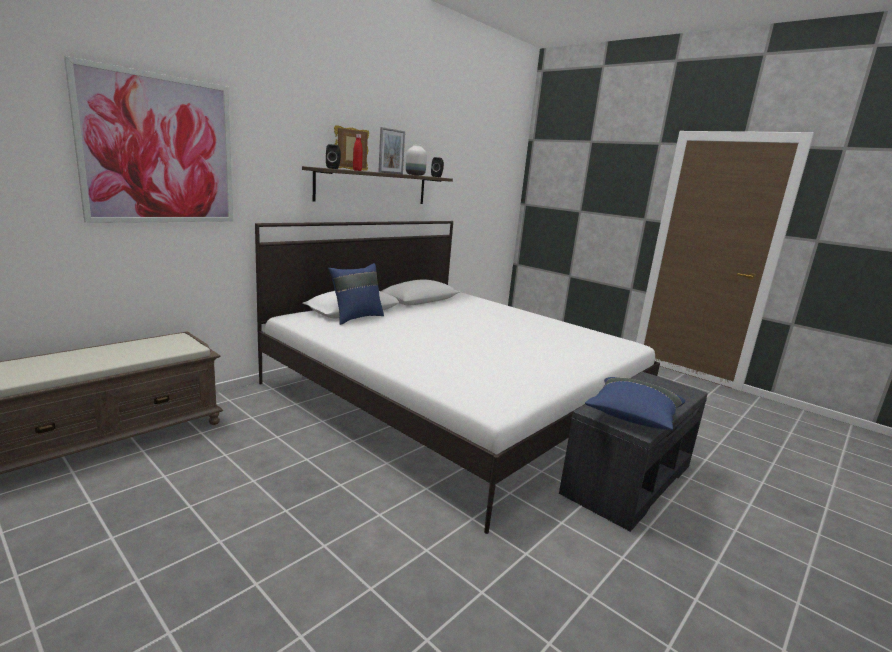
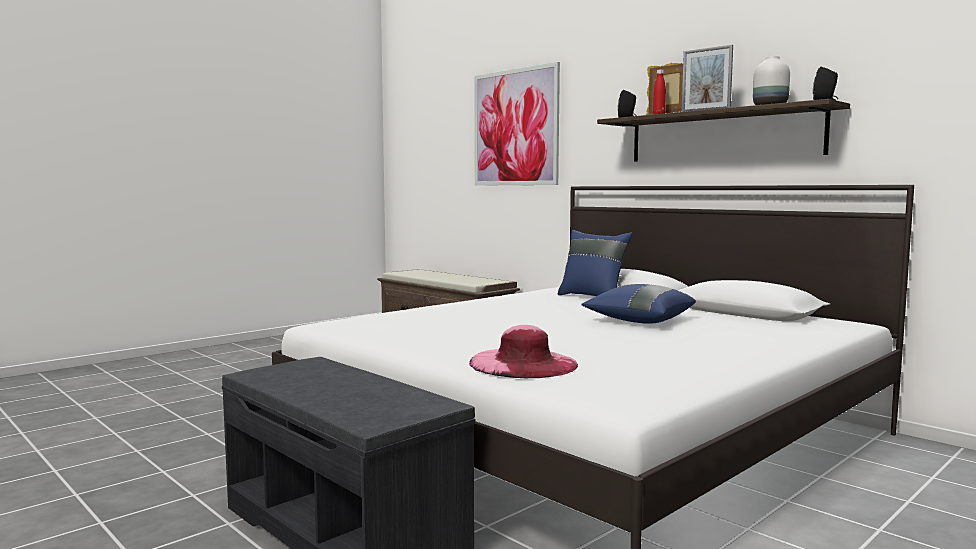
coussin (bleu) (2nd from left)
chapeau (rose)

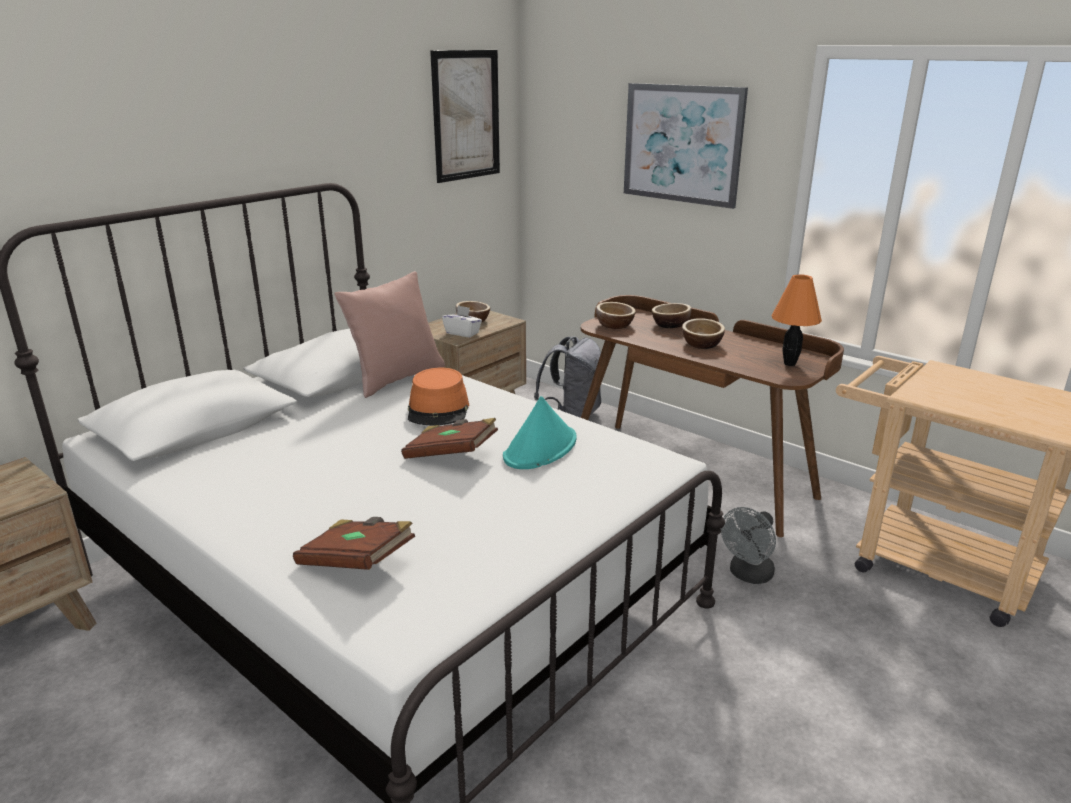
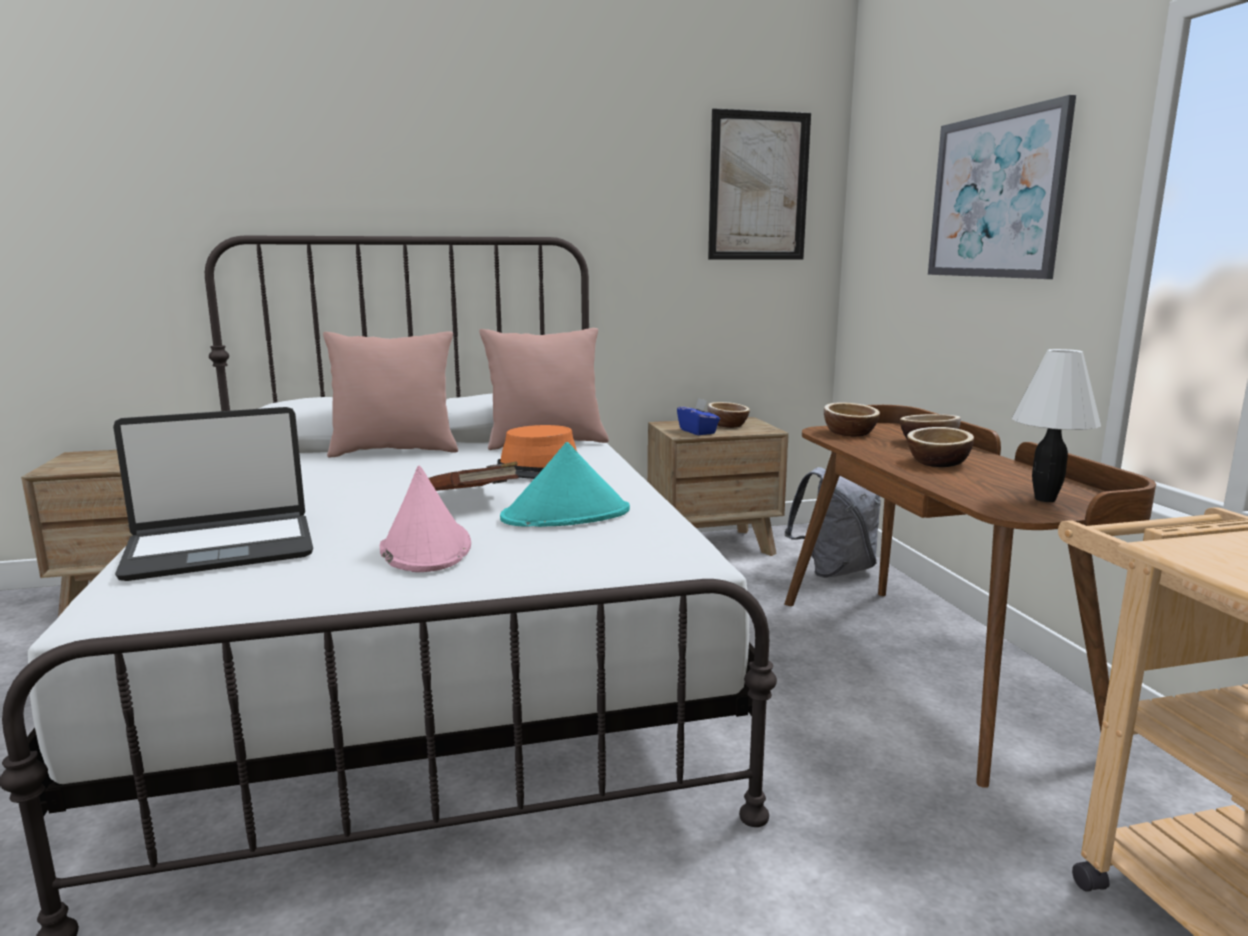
ordinateur portable
boîte à mouchoirs (bleu)
ventilateur (gris)
lampe de table (blanc)
coussin (rose) (1st from left)
chapeau (rose)

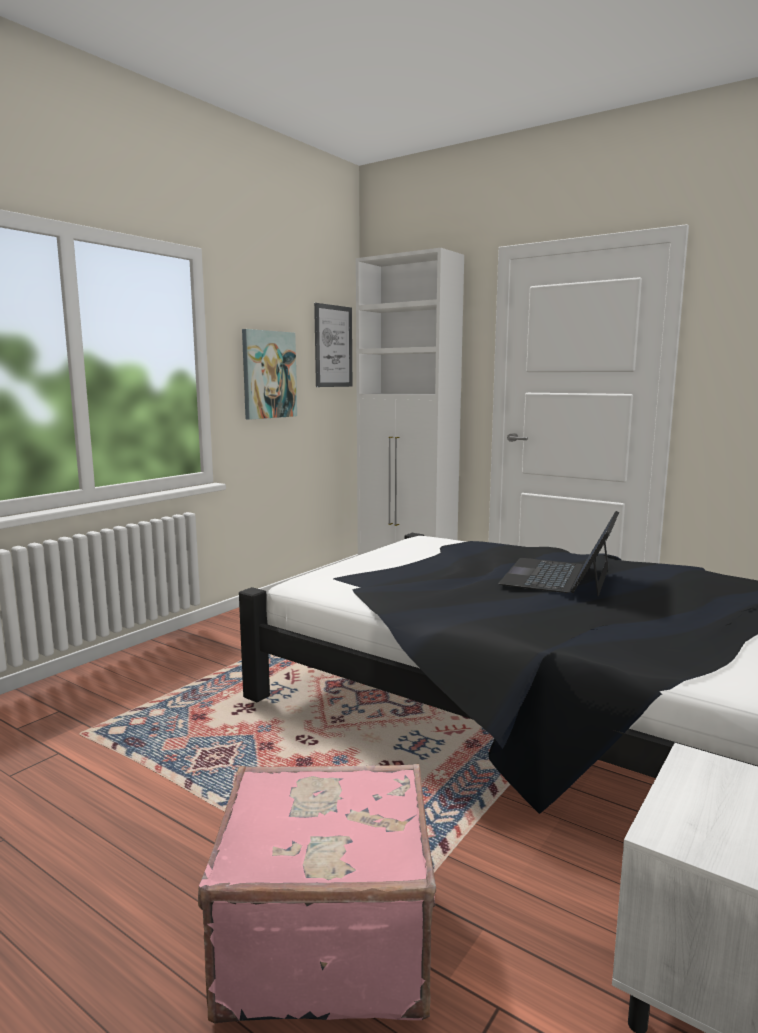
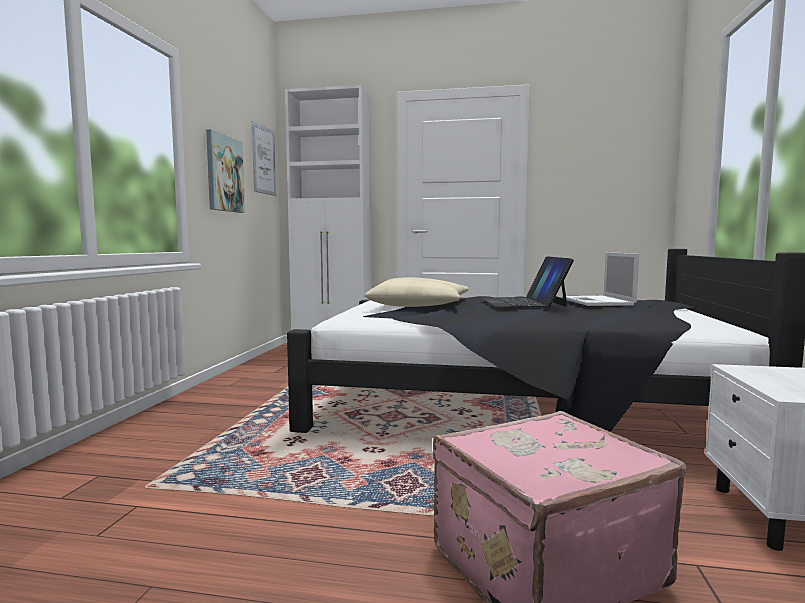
coussin (beige)
ordinateur portable (2nd from left)

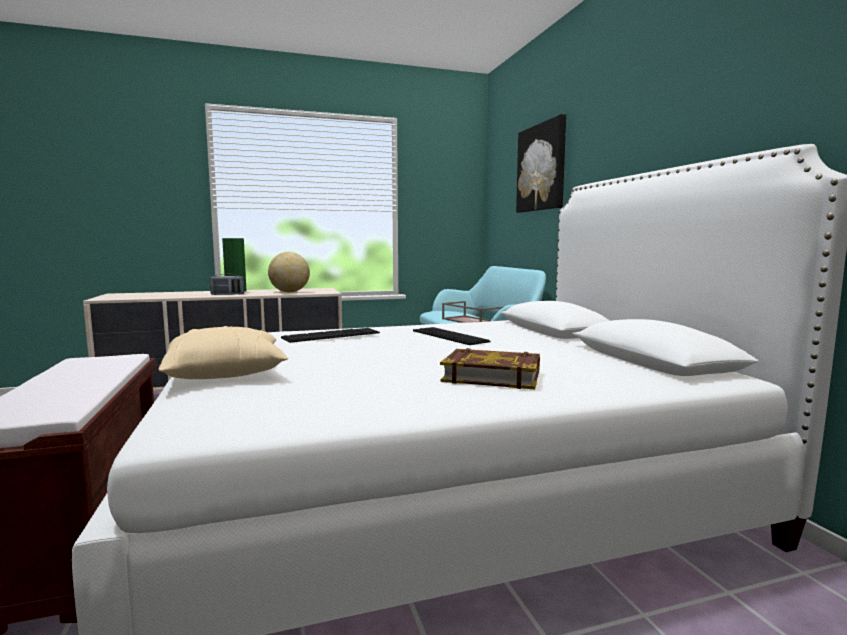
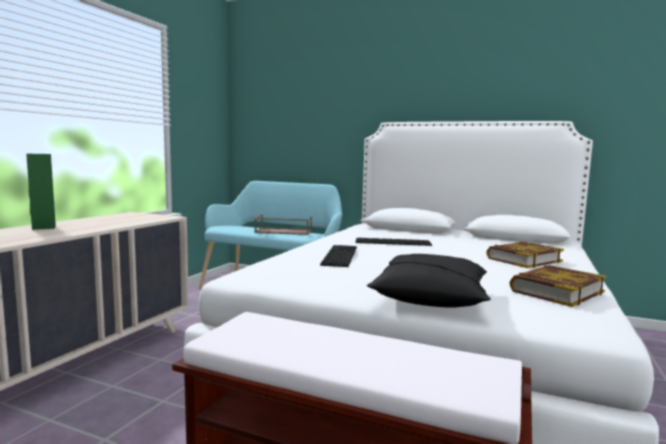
coussin (noir)
radio
globe
tableau
livre (2nd from left)

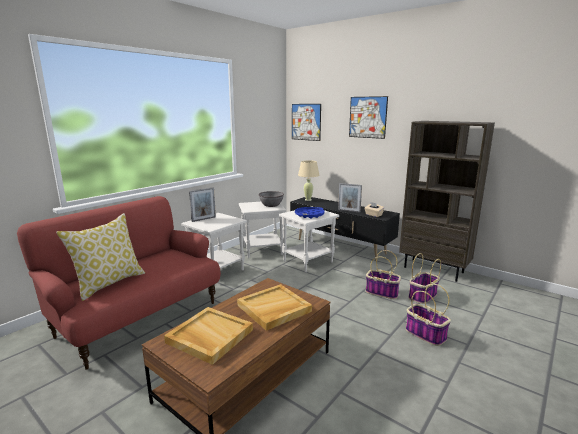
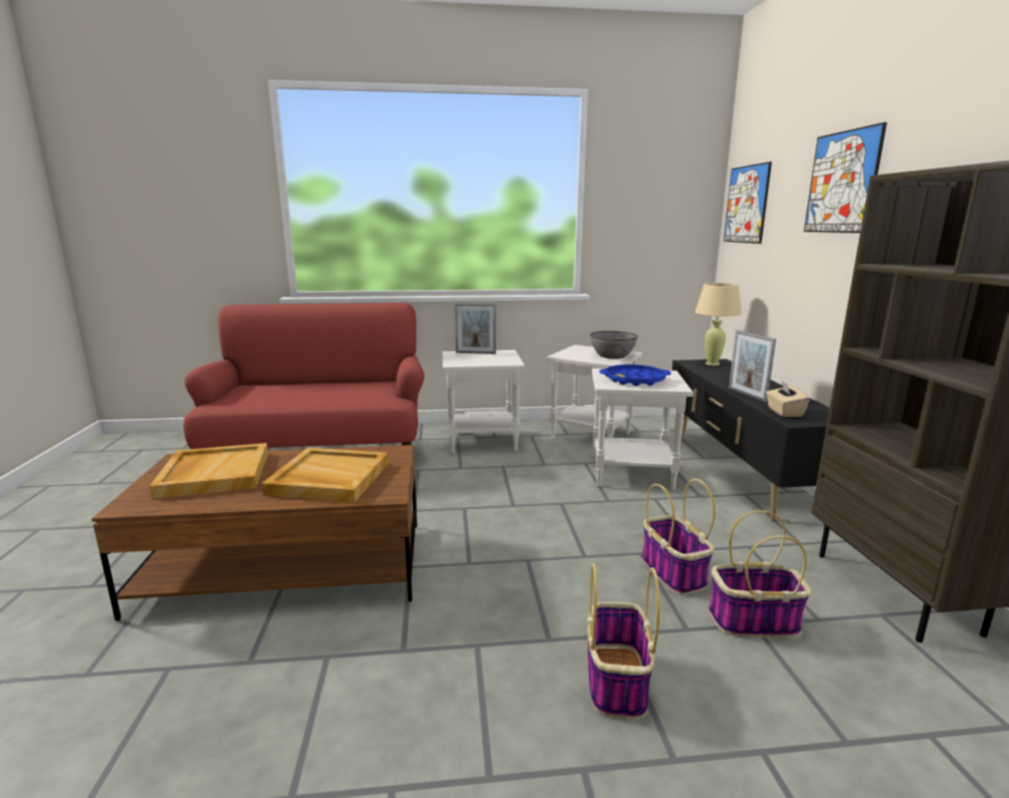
coussin

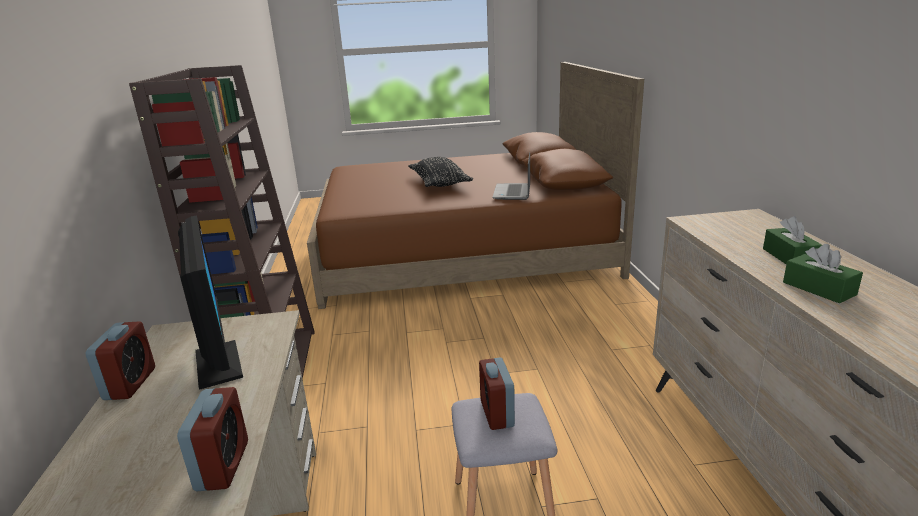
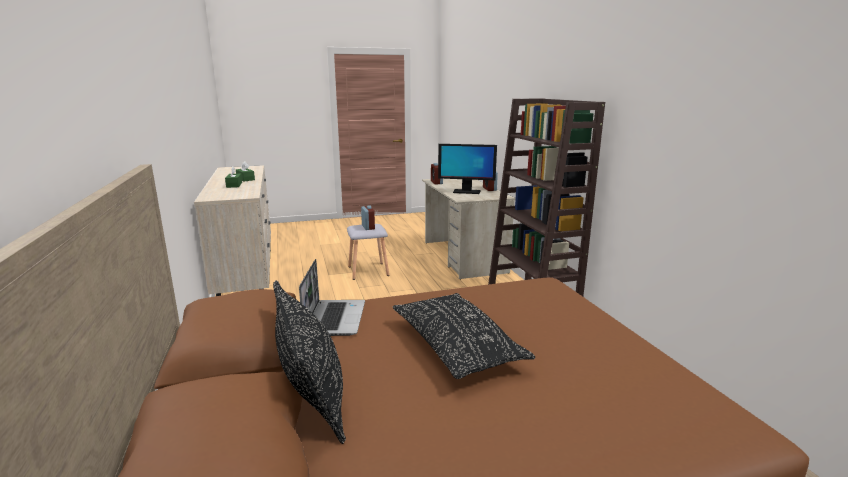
écran d'ordinateur
coussin (noir) (1st from left)

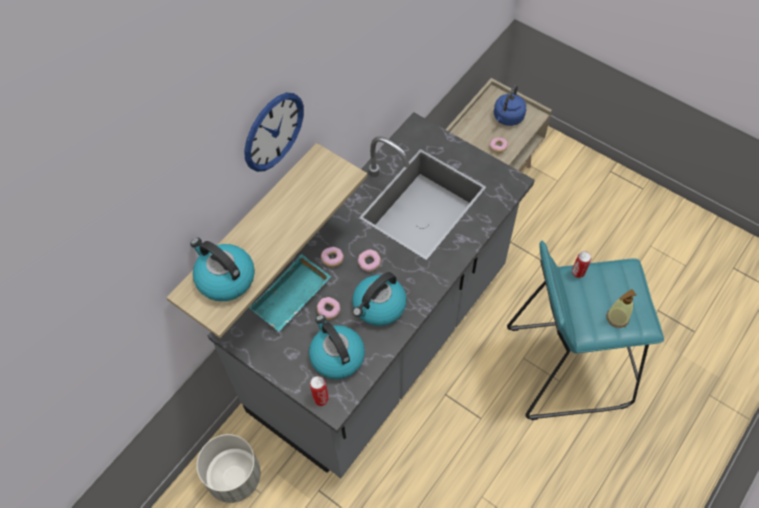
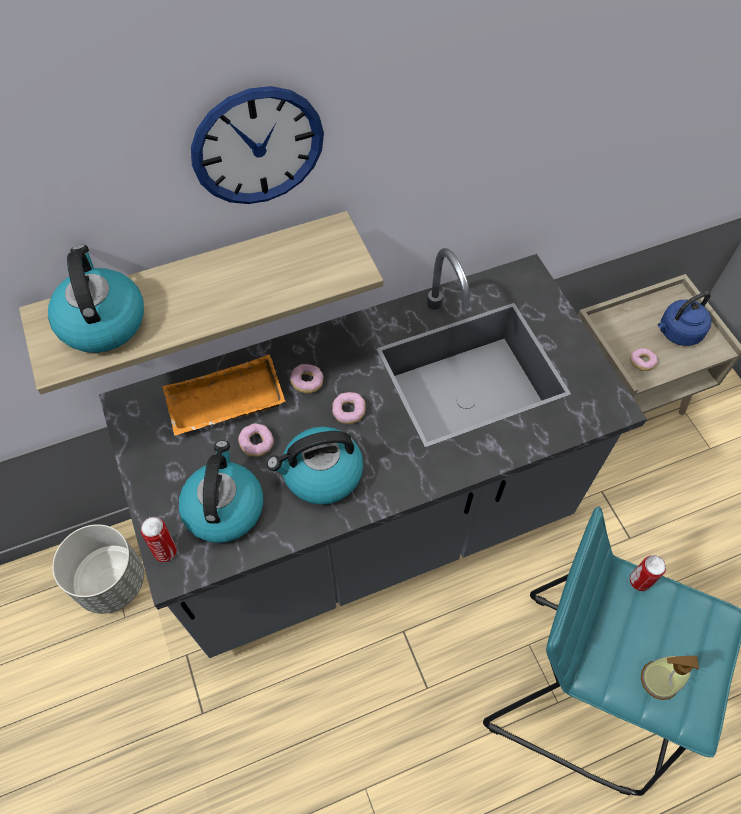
plateau (orange)

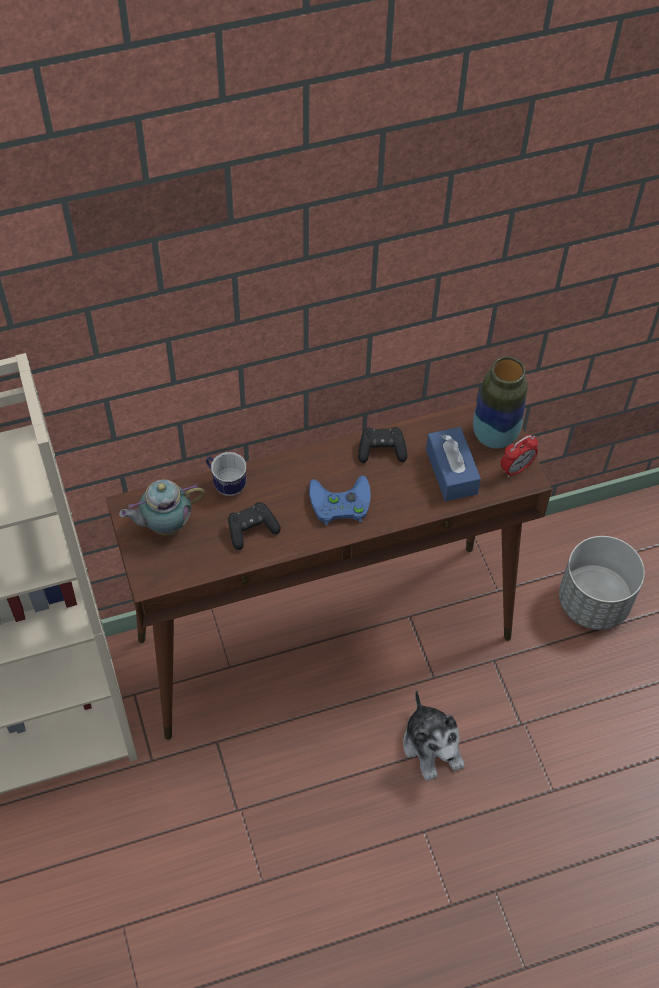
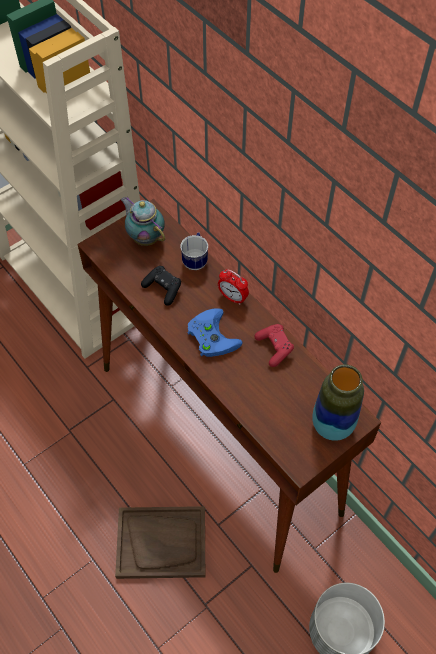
manette (rouge)
plateau (marron)
boîte à mouchoirs (bleu)
réveil

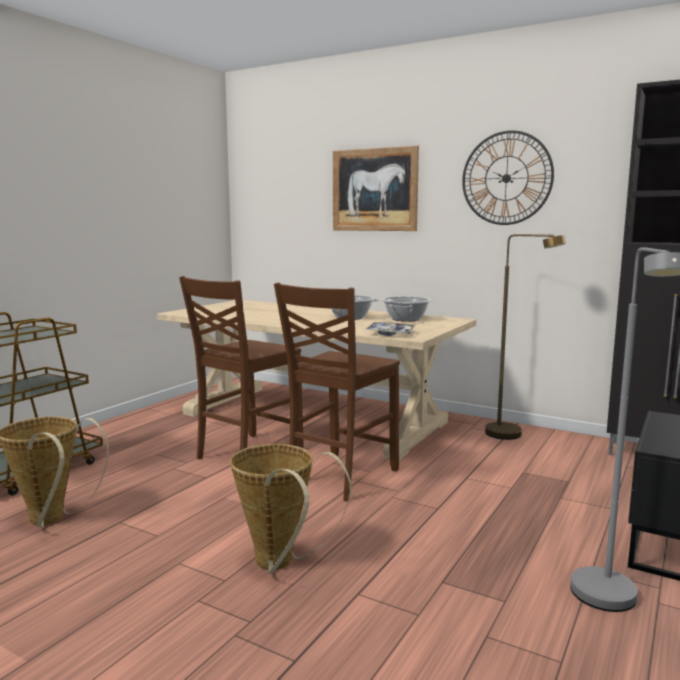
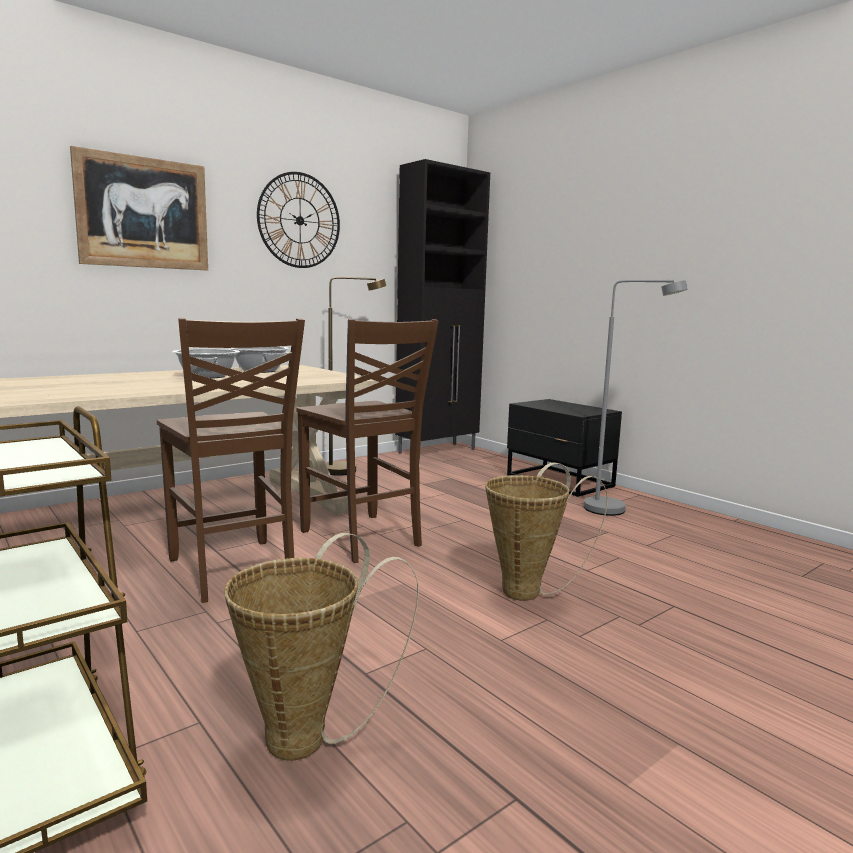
plateau

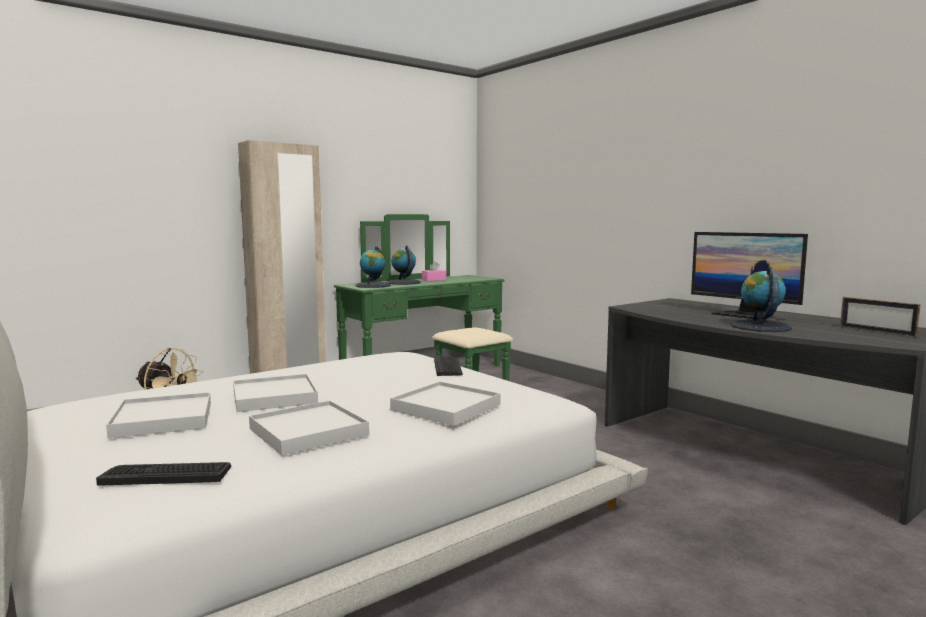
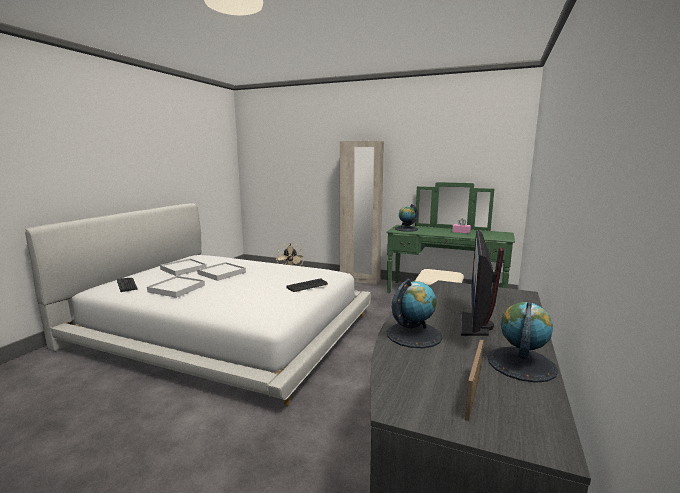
globe (3rd from left)
plateau (blanc) (4th from left in the first image)

